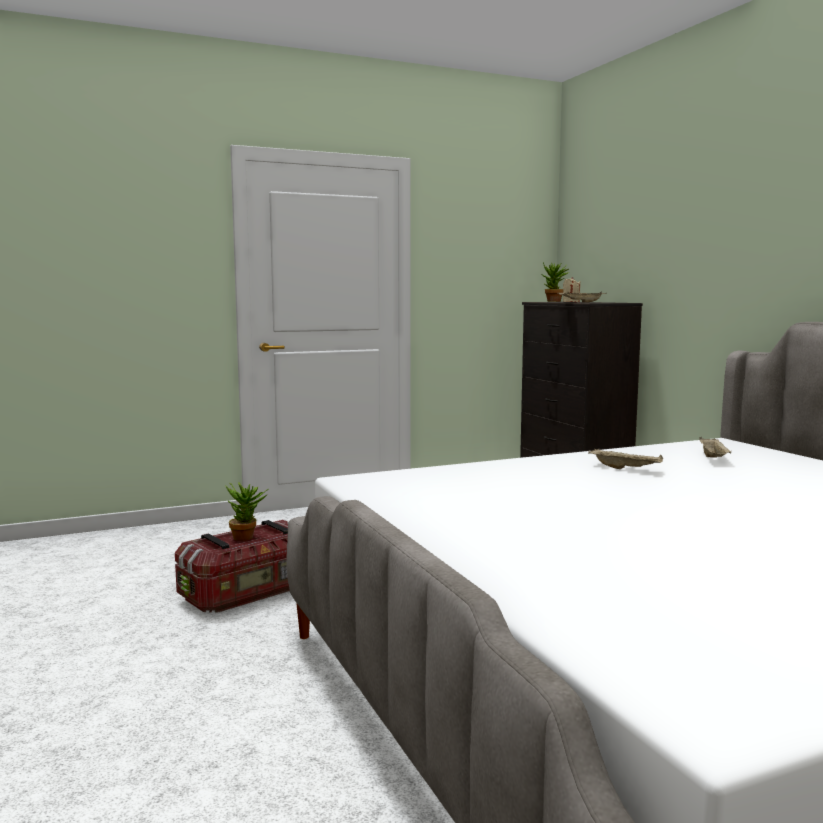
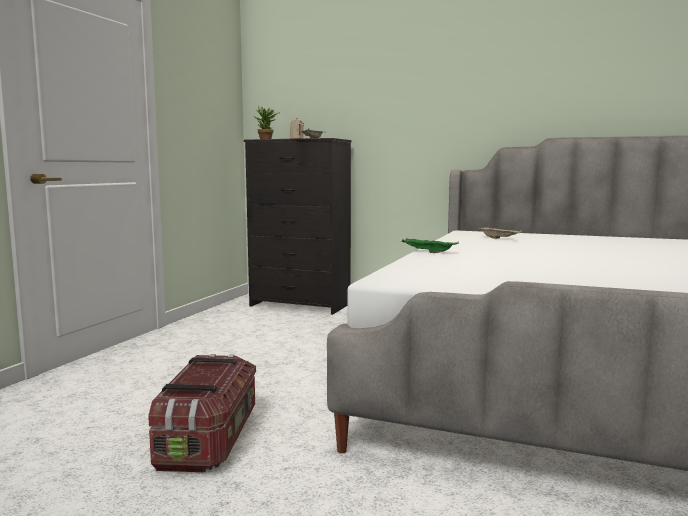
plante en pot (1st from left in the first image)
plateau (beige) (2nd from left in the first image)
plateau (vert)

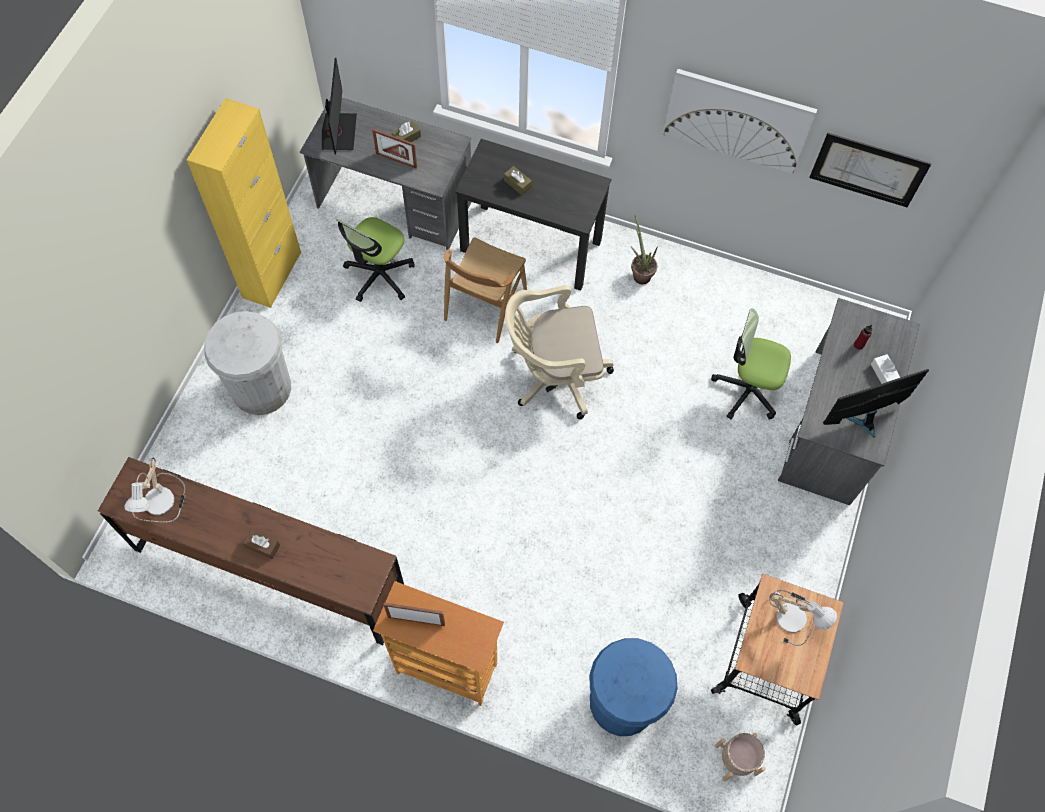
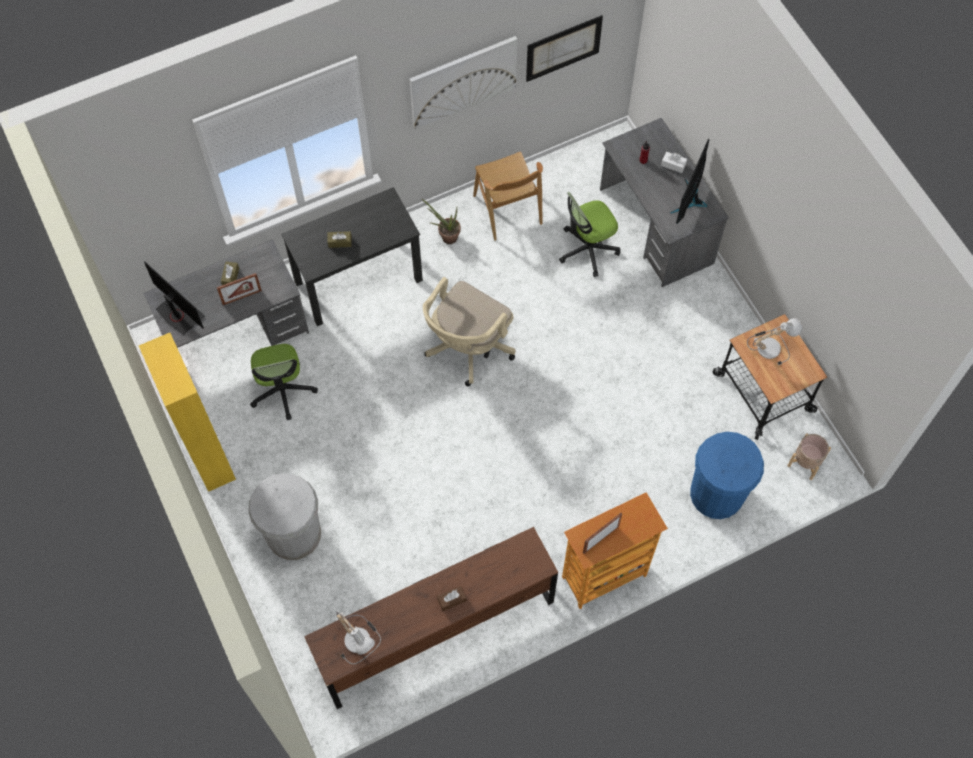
chaise (marron)

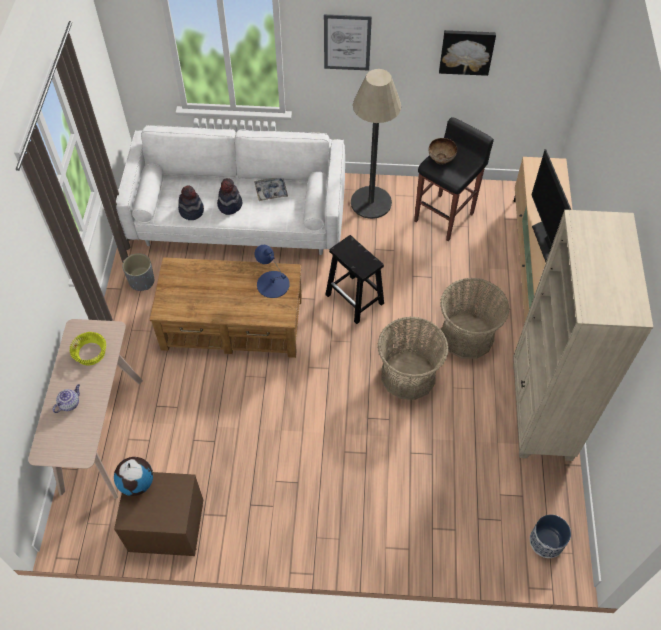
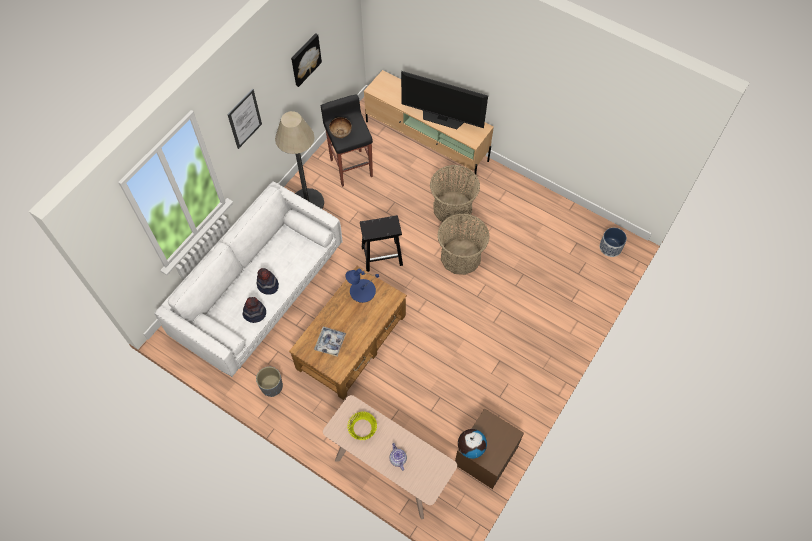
plateau
bibliothèque (beige)

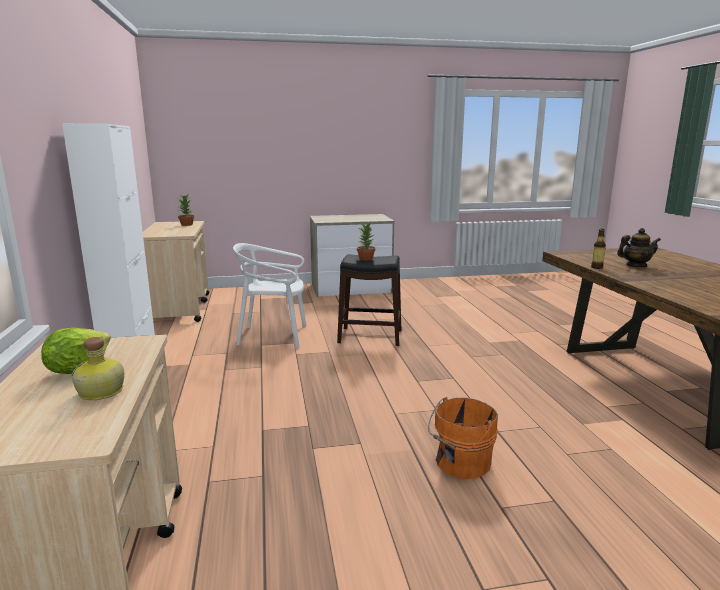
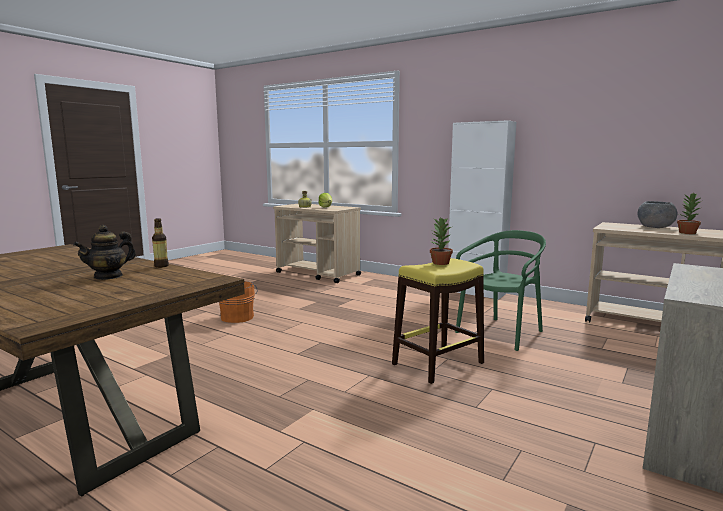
chaise (vert)
tabouret (jaune)
bol (gris)

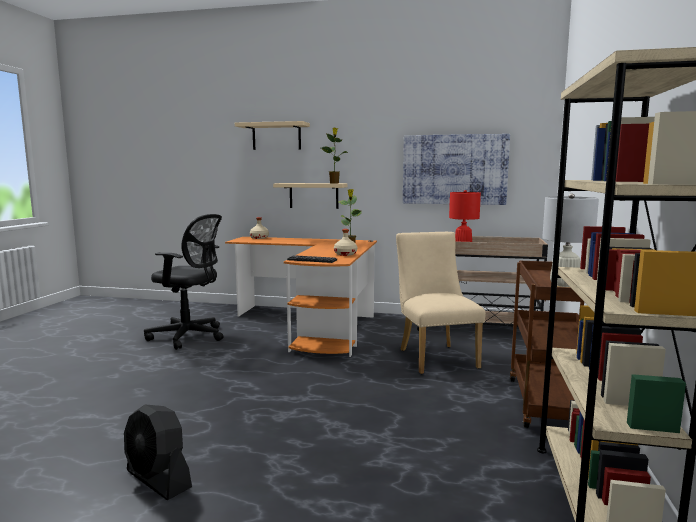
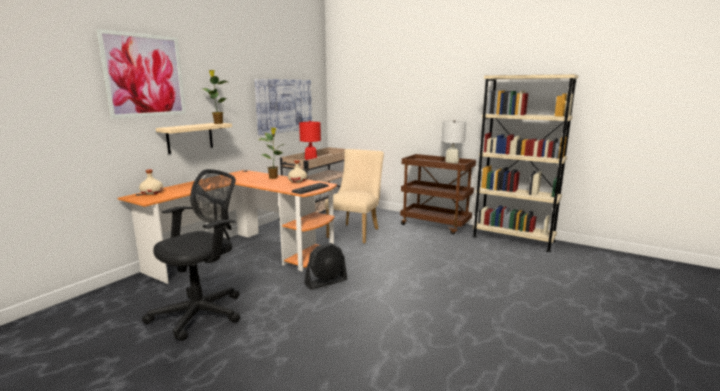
ventilateur (noir)
tableau (1st from left)
chaise (beige)

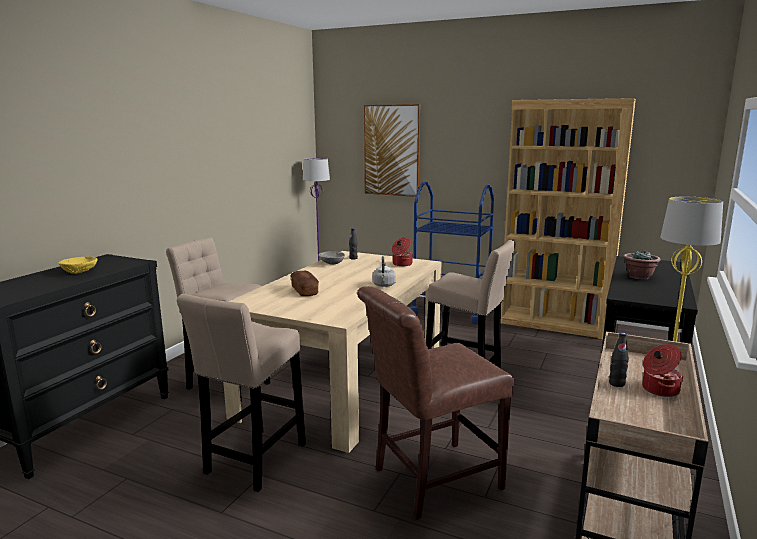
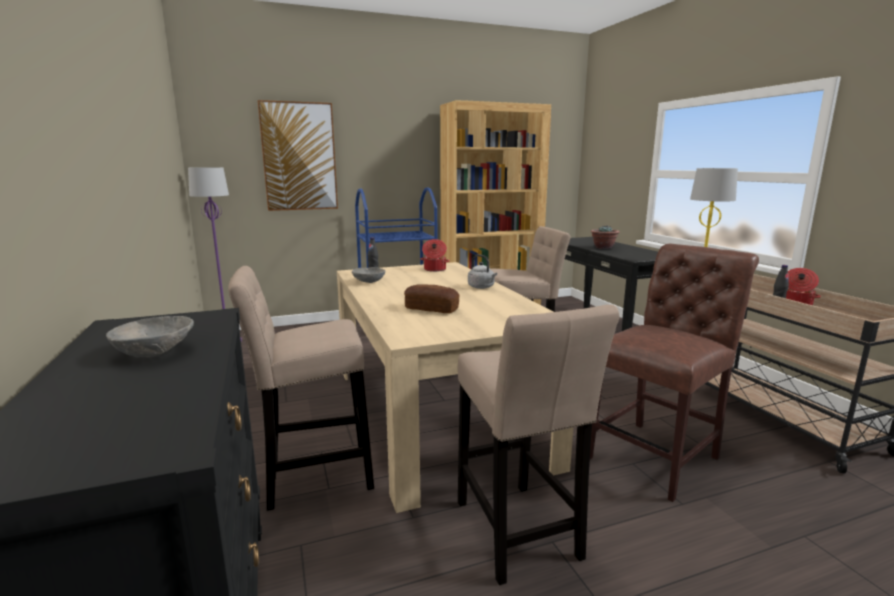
bol (gris) (1st from left)
chaise (marron)

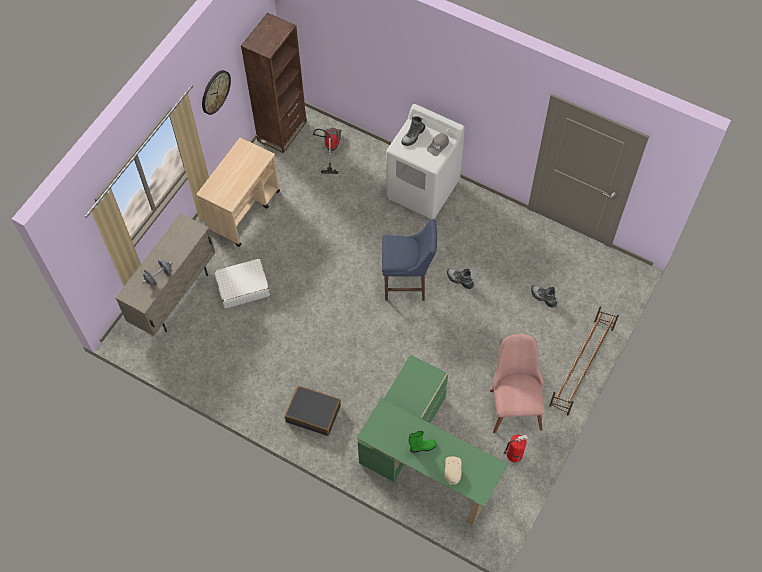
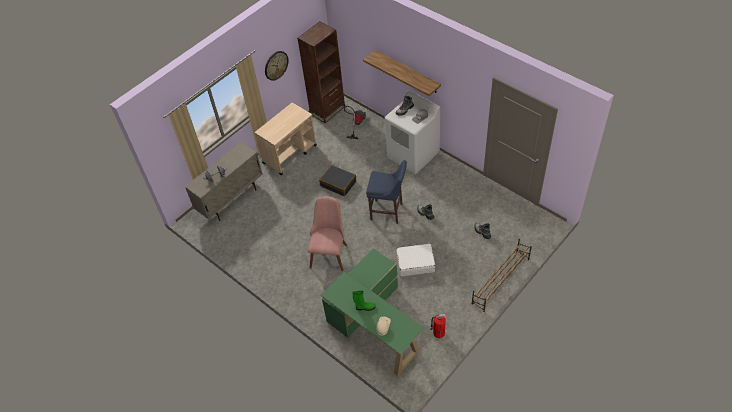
valise (blanc)
valise (noir)
chaise (rose)
étagère

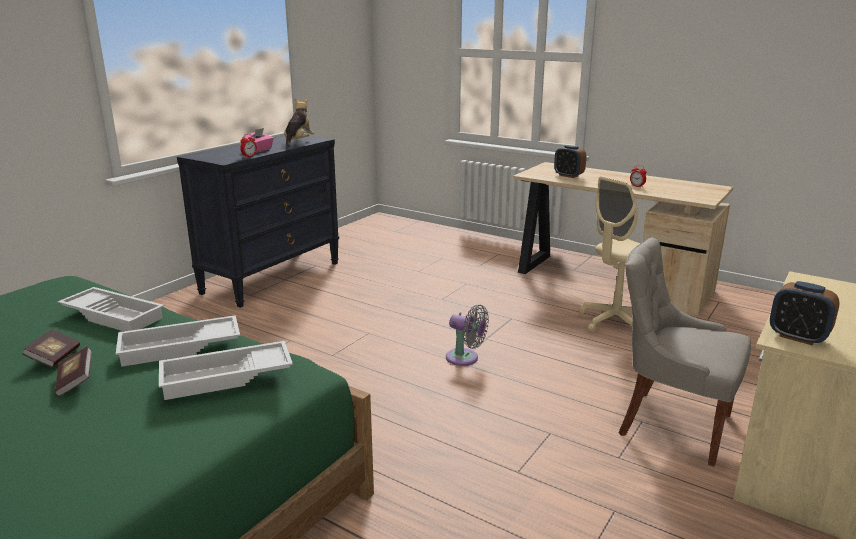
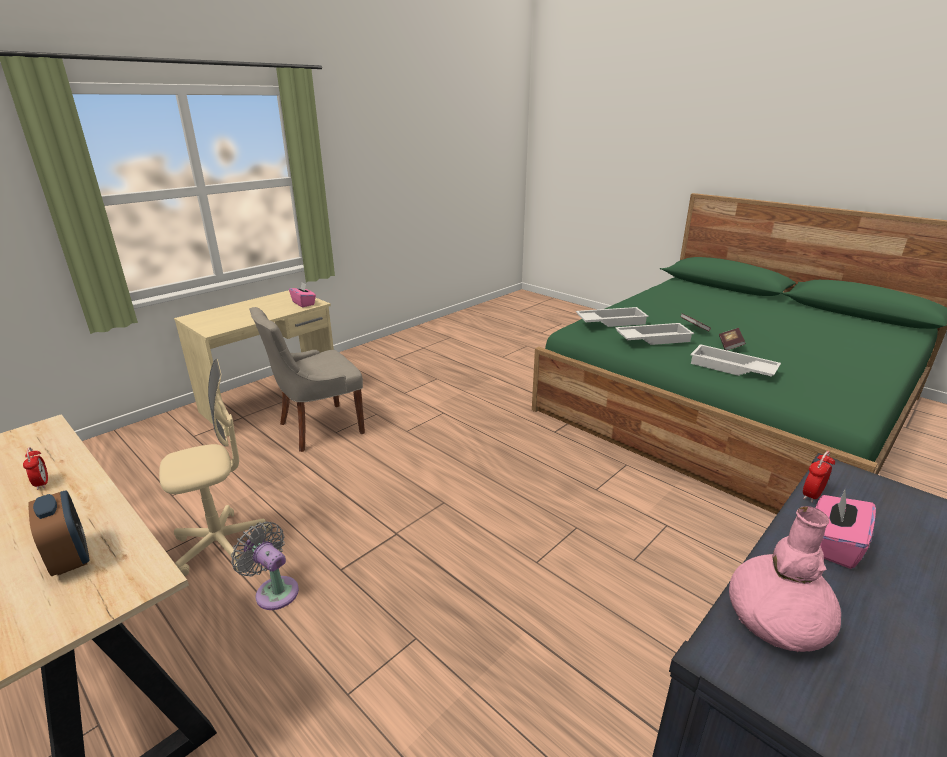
vase (rose)
ventilateur (gris)
chaise (gris)
boîte à mouchoirs (rose) (1st from left)

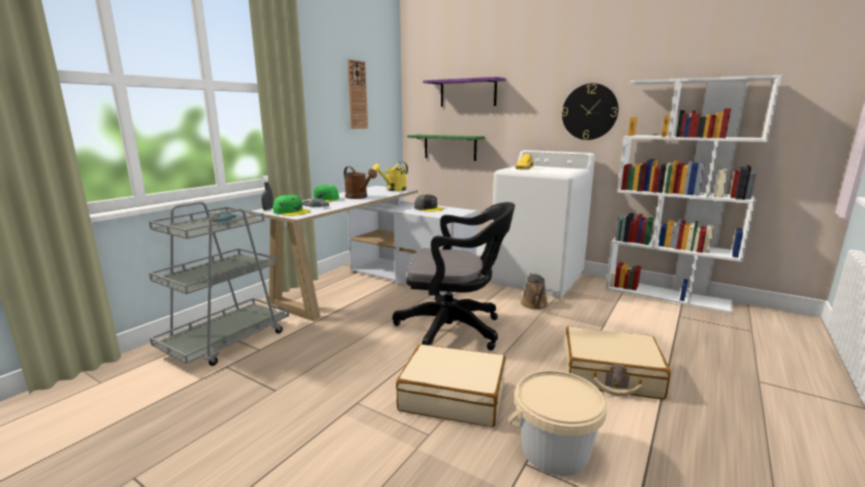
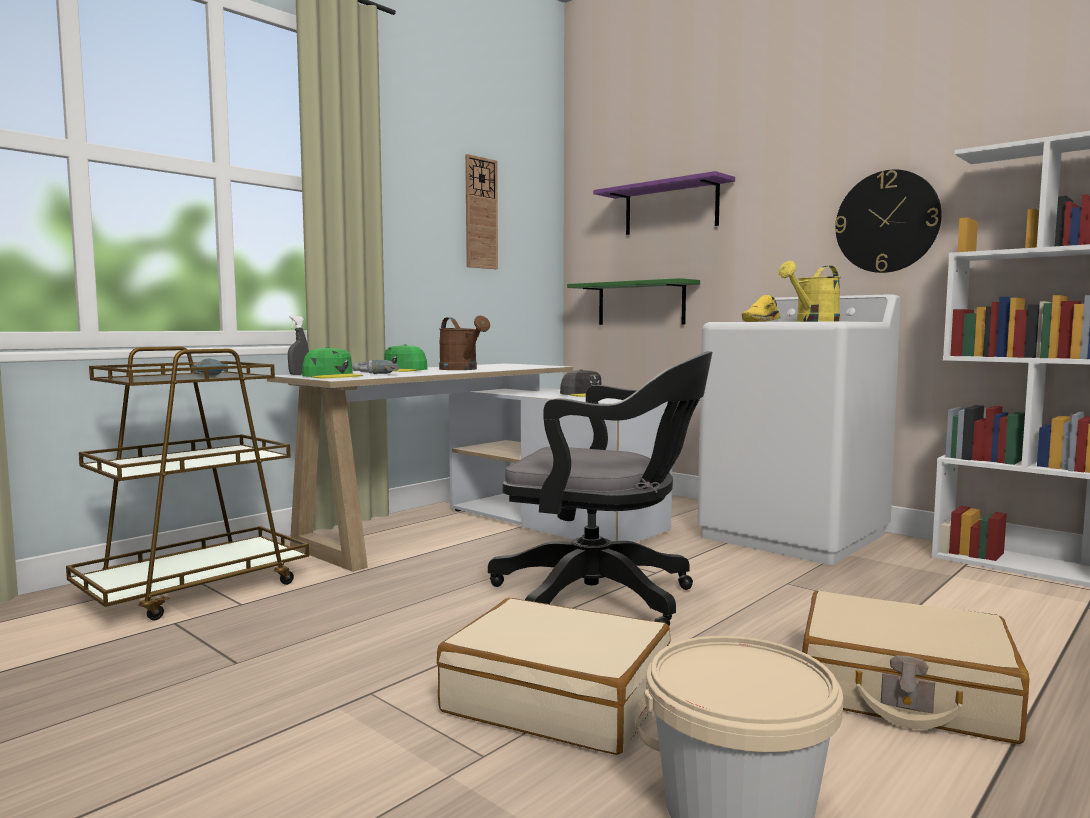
chariot (marron)
arrosoir (jaune)
arrosoir (marron) (2nd from left in the first image)

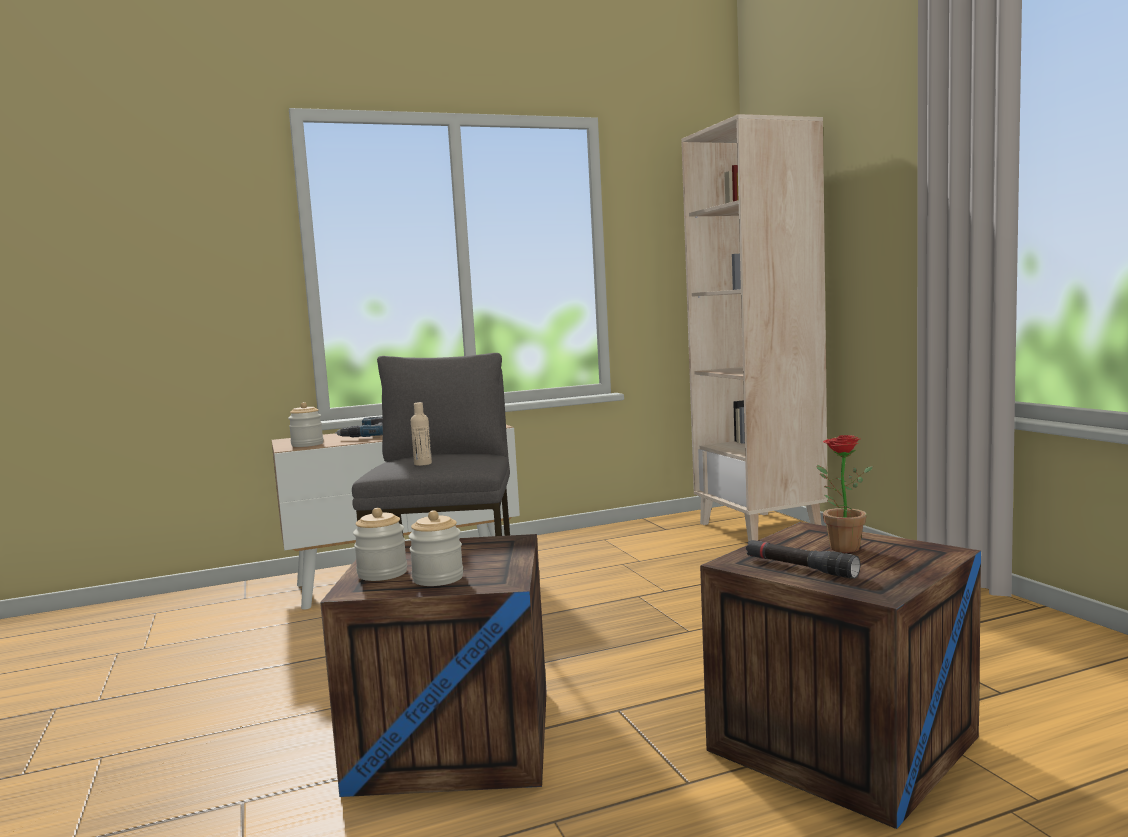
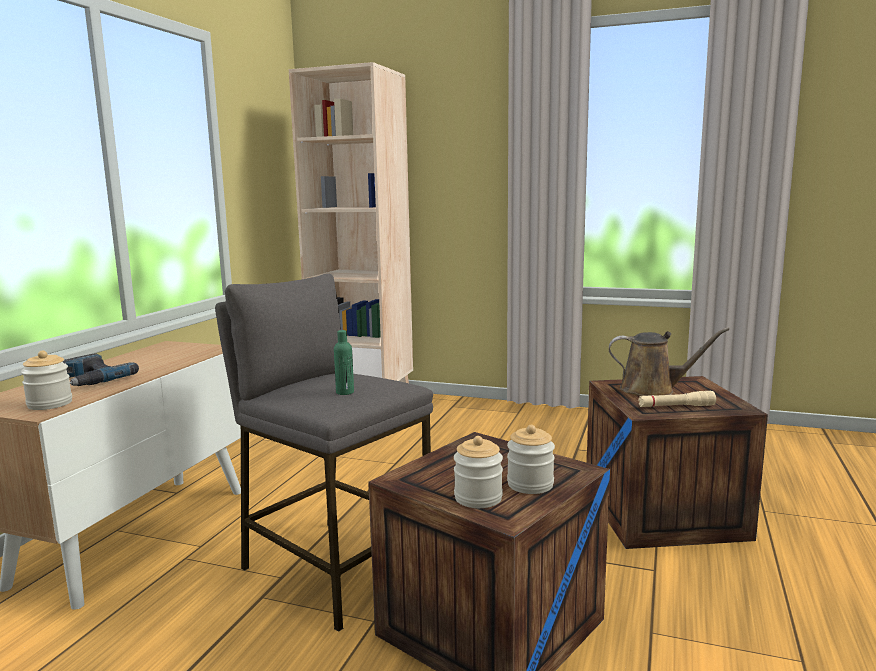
bouteille (vert)
lampe de poche (beige)
arrosoir (marron)

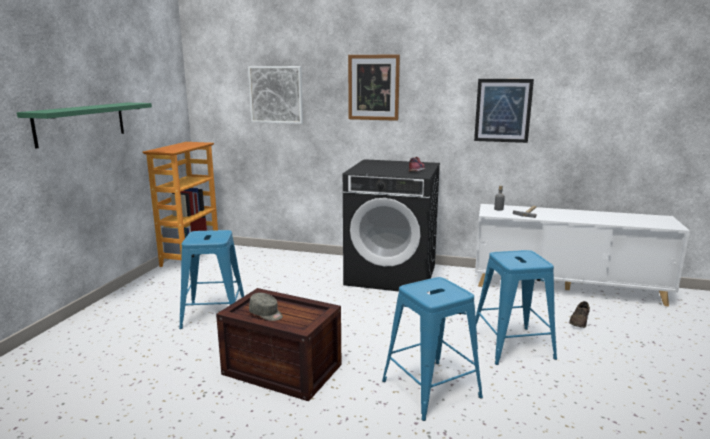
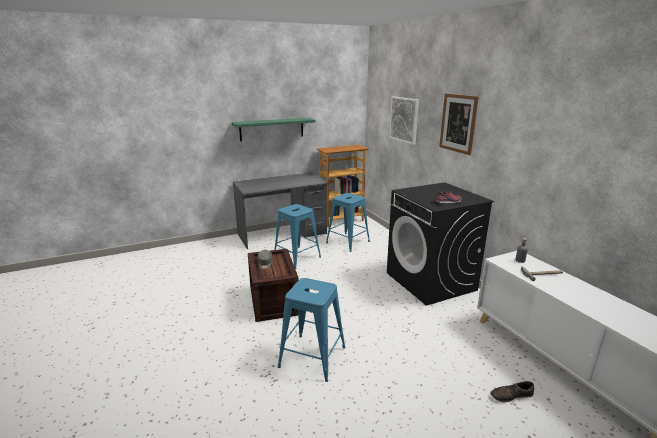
tableau (3rd from left in the first image)
tabouret (bleu) (3rd from left)
bureau (gris)

